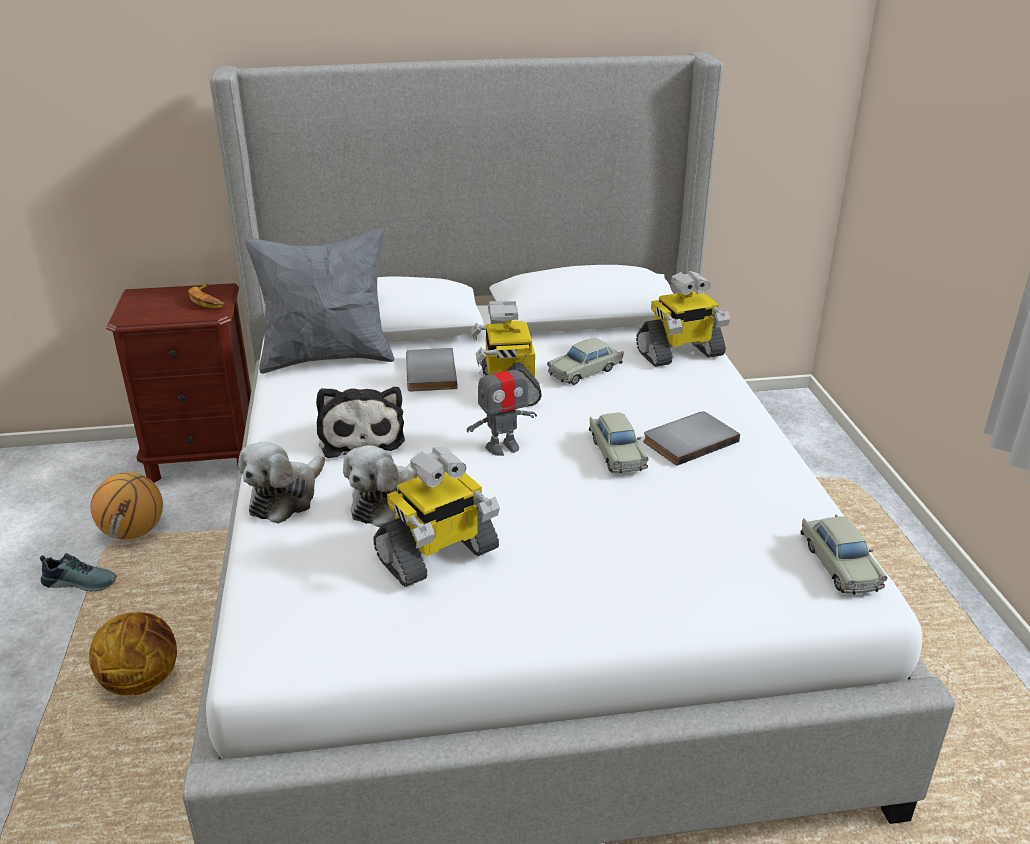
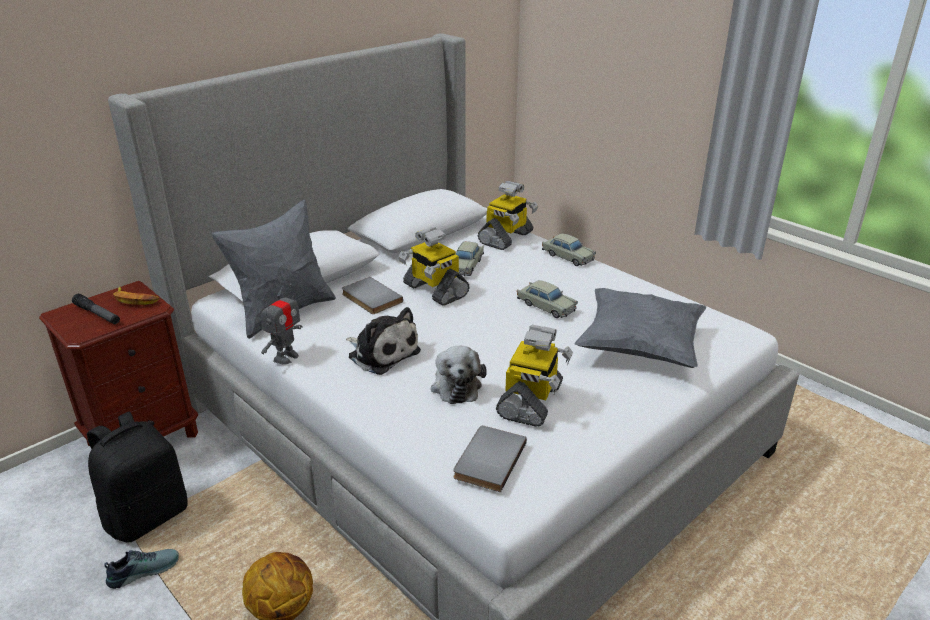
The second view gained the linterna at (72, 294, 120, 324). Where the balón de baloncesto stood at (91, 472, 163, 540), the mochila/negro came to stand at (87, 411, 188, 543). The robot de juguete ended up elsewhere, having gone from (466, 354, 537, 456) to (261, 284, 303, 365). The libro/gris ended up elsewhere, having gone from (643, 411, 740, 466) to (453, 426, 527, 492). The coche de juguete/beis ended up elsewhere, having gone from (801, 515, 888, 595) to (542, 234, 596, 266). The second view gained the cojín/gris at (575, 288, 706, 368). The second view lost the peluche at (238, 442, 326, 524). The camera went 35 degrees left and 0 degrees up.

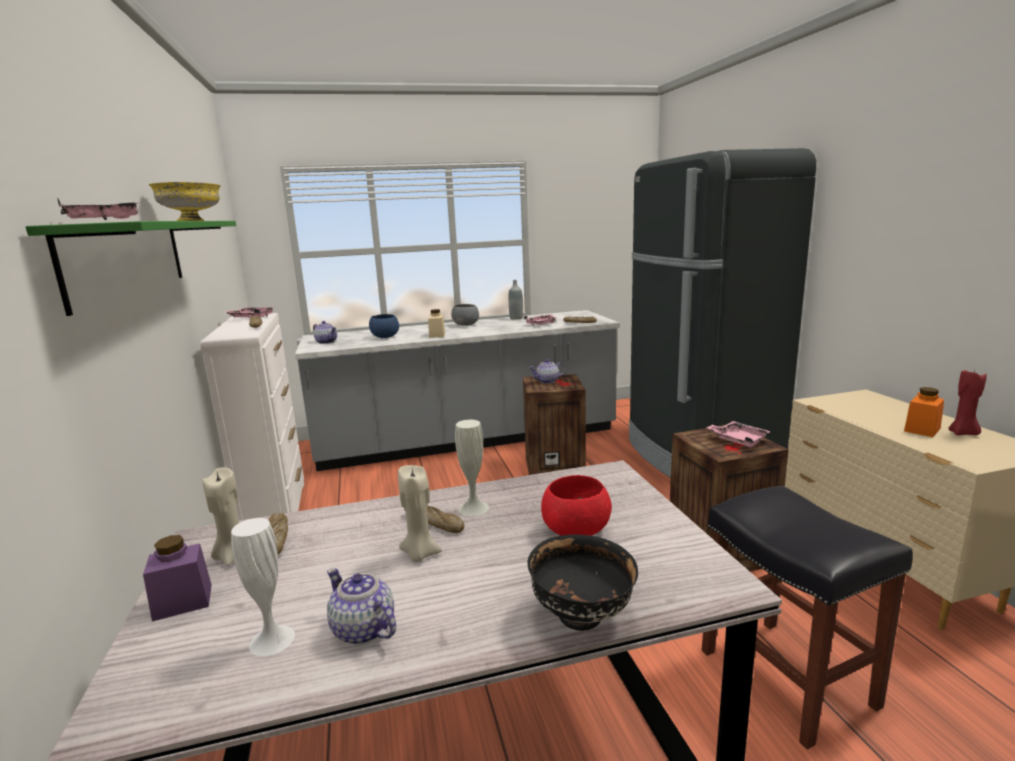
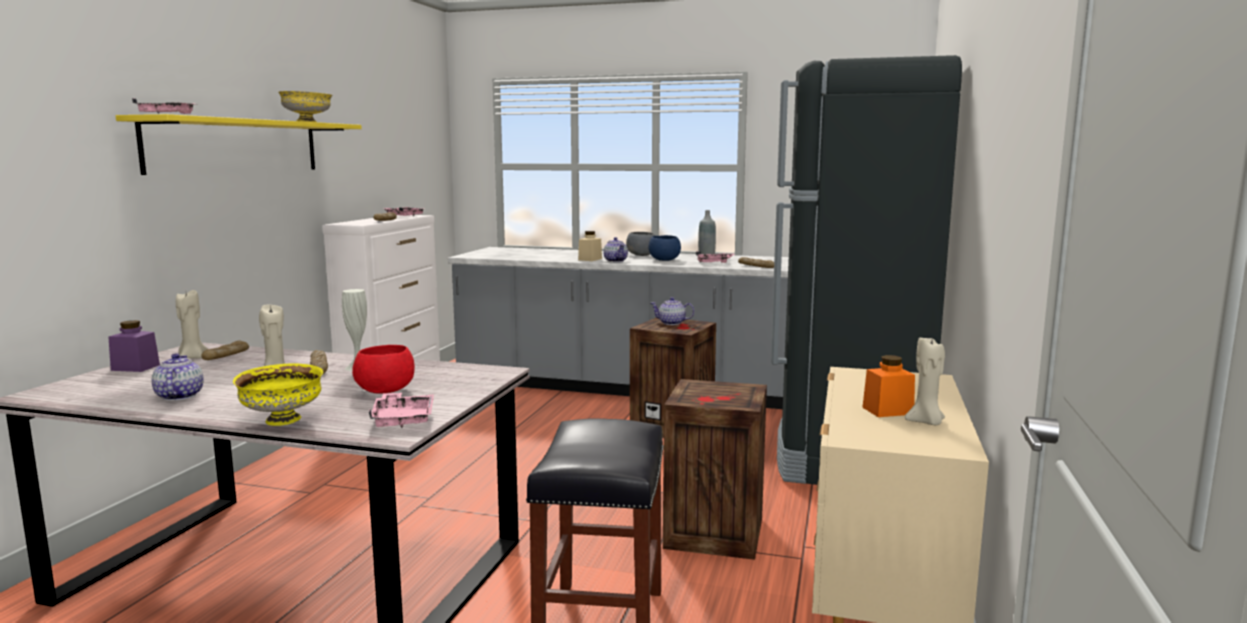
What was the estante/verde at (26, 221, 236, 316) turned into the estante/amarillo at (116, 114, 362, 175). What was the cuenco/negro at (528, 534, 638, 631) turned into the cuenco/amarillo at (233, 363, 323, 426). The bandeja/rosa ended up elsewhere, having gone from (707, 421, 771, 447) to (369, 393, 434, 428). The tetera ended up elsewhere, having gone from (313, 321, 337, 344) to (603, 237, 628, 262). The cuenco/azul ended up elsewhere, having gone from (369, 314, 399, 338) to (648, 235, 681, 261). What was the vela/rojo at (948, 370, 987, 435) turned into the vela/beis at (905, 335, 945, 425). The second view lost the florero/blanco at (231, 518, 295, 656). The camera went 30 degrees right and 5 degrees down.

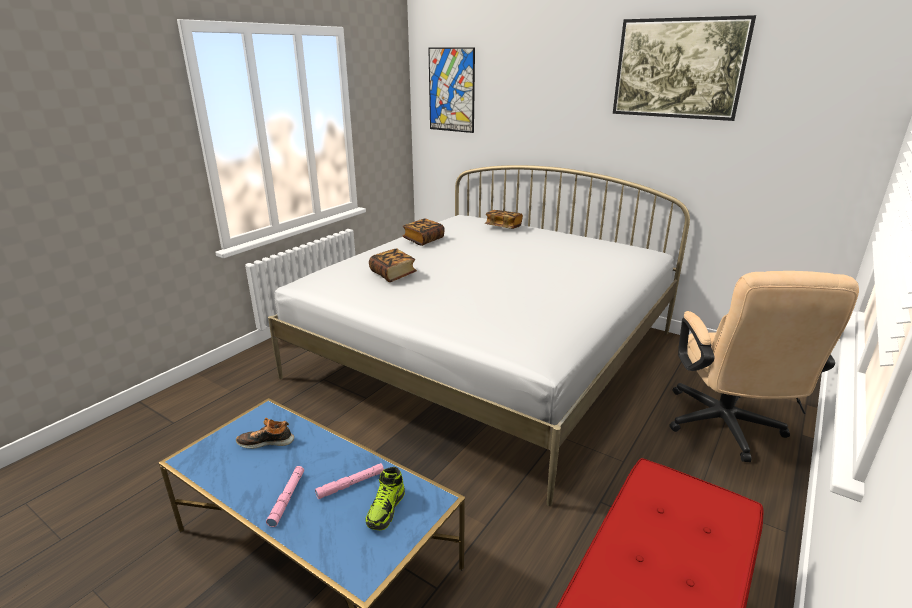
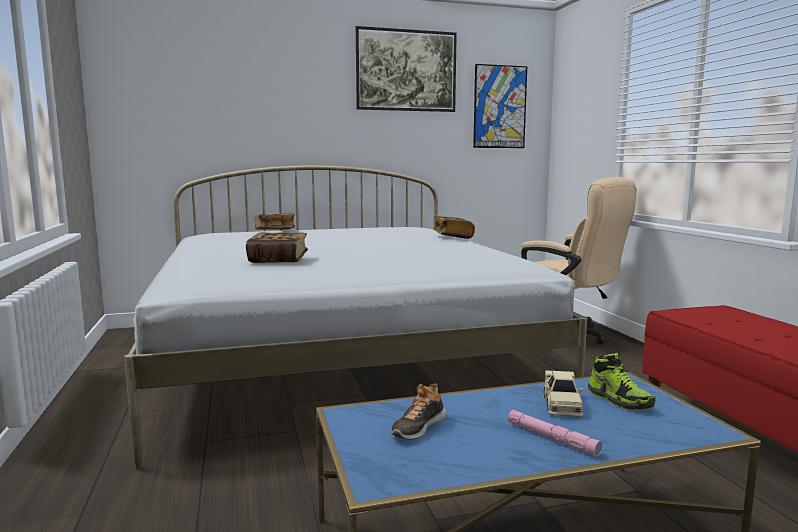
The libro ended up elsewhere, having gone from (403, 219, 444, 246) to (433, 216, 475, 239). The cuadro ended up elsewhere, having gone from (428, 47, 475, 133) to (473, 64, 527, 148). Where the linterna/rosa stood at (315, 463, 384, 499), the coche de juguete/beis came to stand at (543, 369, 583, 417). The camera went 50 degrees left and 15 degrees down.

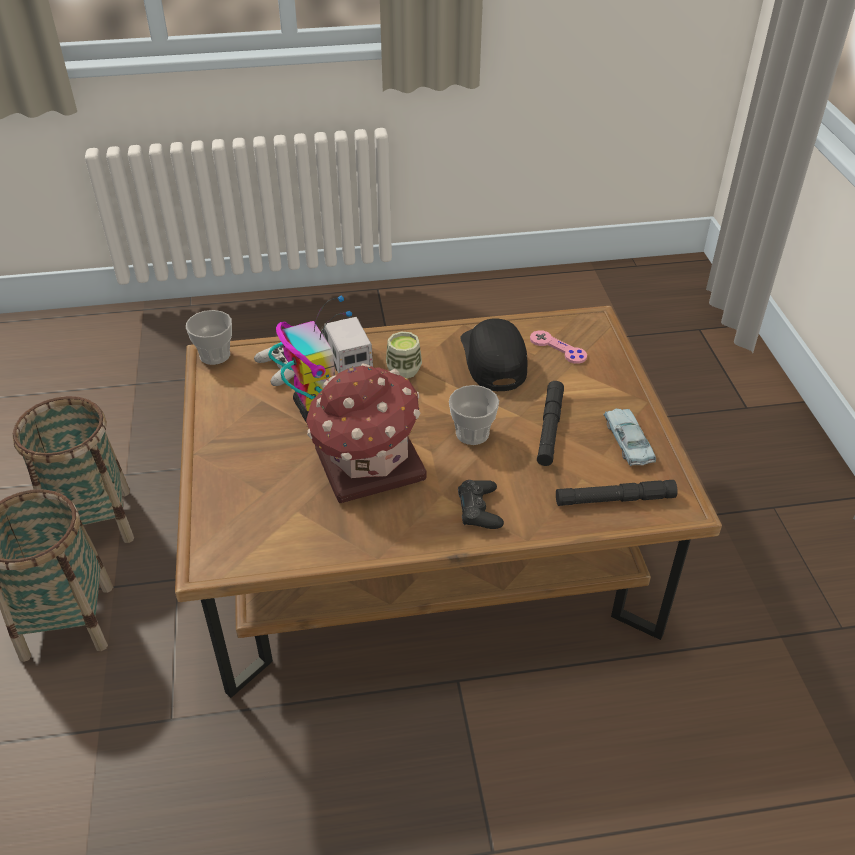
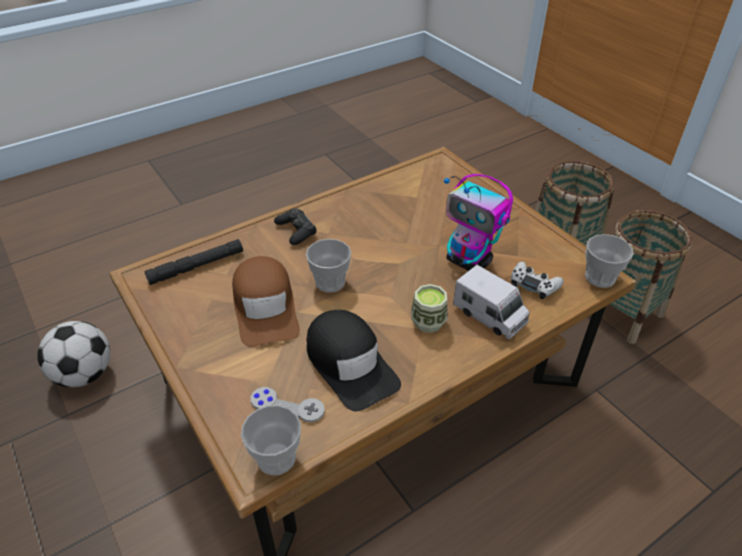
The second view gained the balón de fútbol at (37, 321, 110, 387). Where the linterna/negro stood at (537, 381, 564, 466), the gorra/marrón came to stand at (232, 256, 300, 347). The second view gained the taza at (241, 405, 301, 475). What was the mando de consola/rosa at (530, 330, 587, 364) turned into the mando de consola/gris at (251, 387, 325, 422). The second view lost the casita at (306, 363, 427, 503). The second view lost the coche de juguete/azul at (603, 409, 656, 466). The camera went 155 degrees right and 0 degrees up.

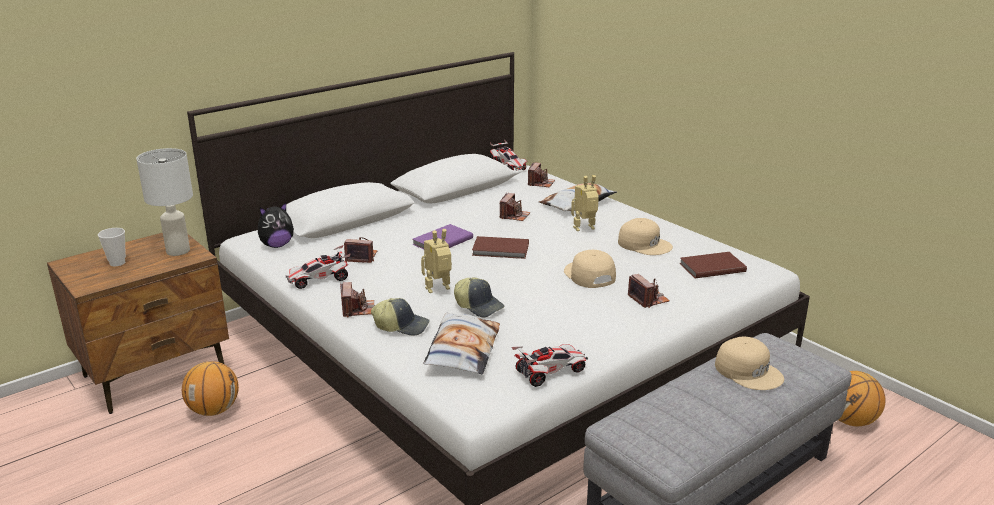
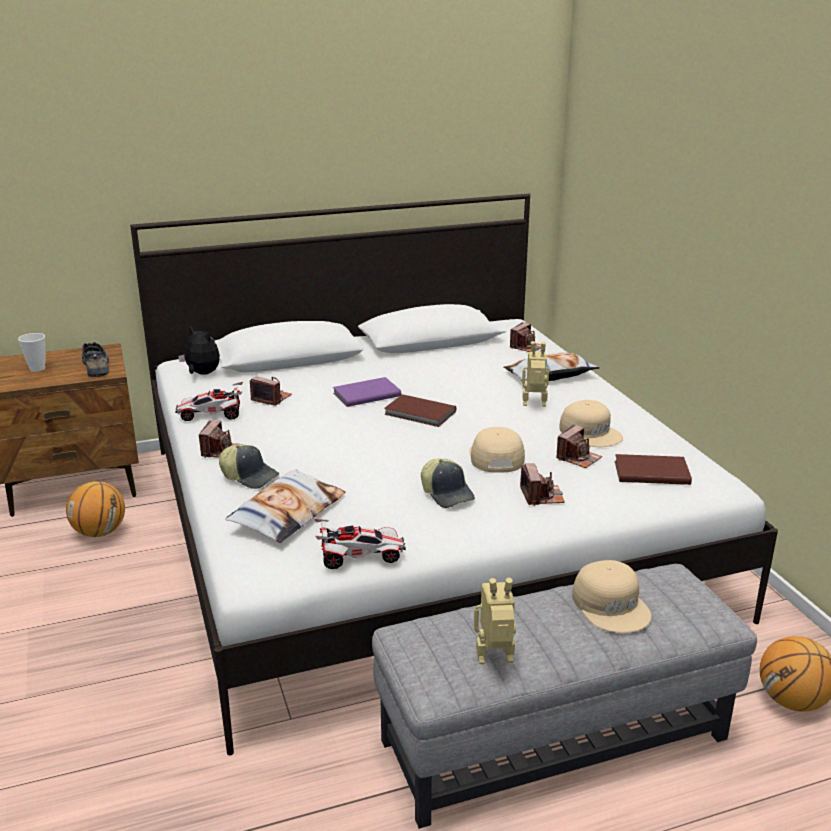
Where the lámpara de mesa/blanco stood at (136, 148, 193, 256), the zapato came to stand at (82, 341, 109, 377). The peluche at (258, 203, 294, 248) ended up facing another way, 135 degrees counterclockwise from before. The gorra ended up elsewhere, having gone from (454, 277, 505, 317) to (421, 458, 475, 508). The robot de juguete ended up elsewhere, having gone from (421, 229, 452, 293) to (474, 578, 516, 664). The cámara ended up elsewhere, having gone from (500, 193, 530, 221) to (556, 425, 602, 468). The second view lost the coche de juguete at (490, 140, 527, 170). The camera went 20 degrees right and 0 degrees up.

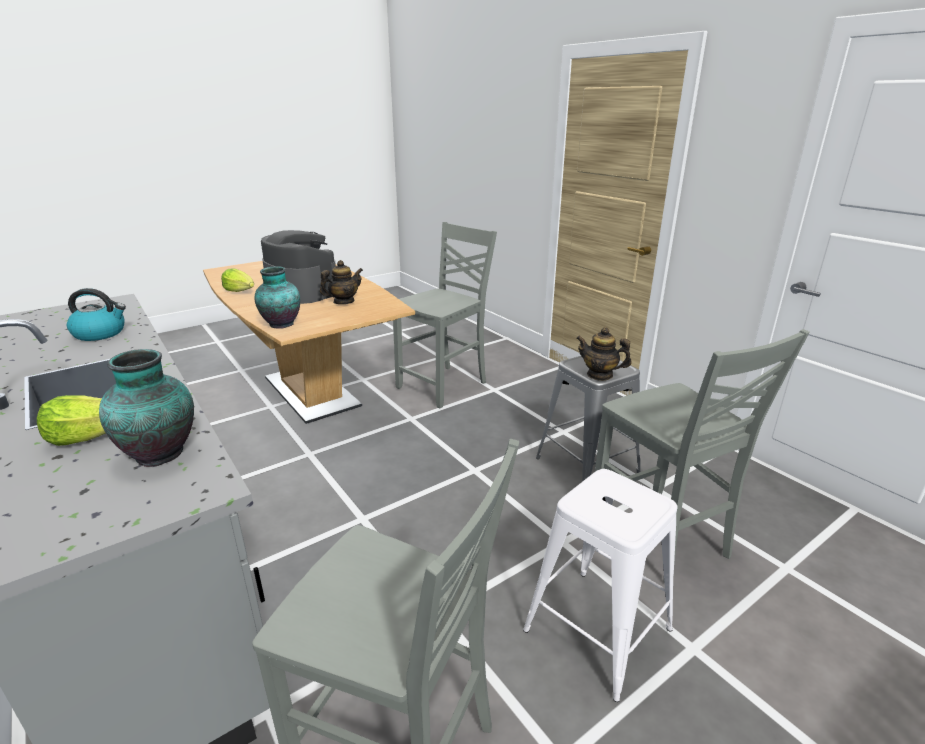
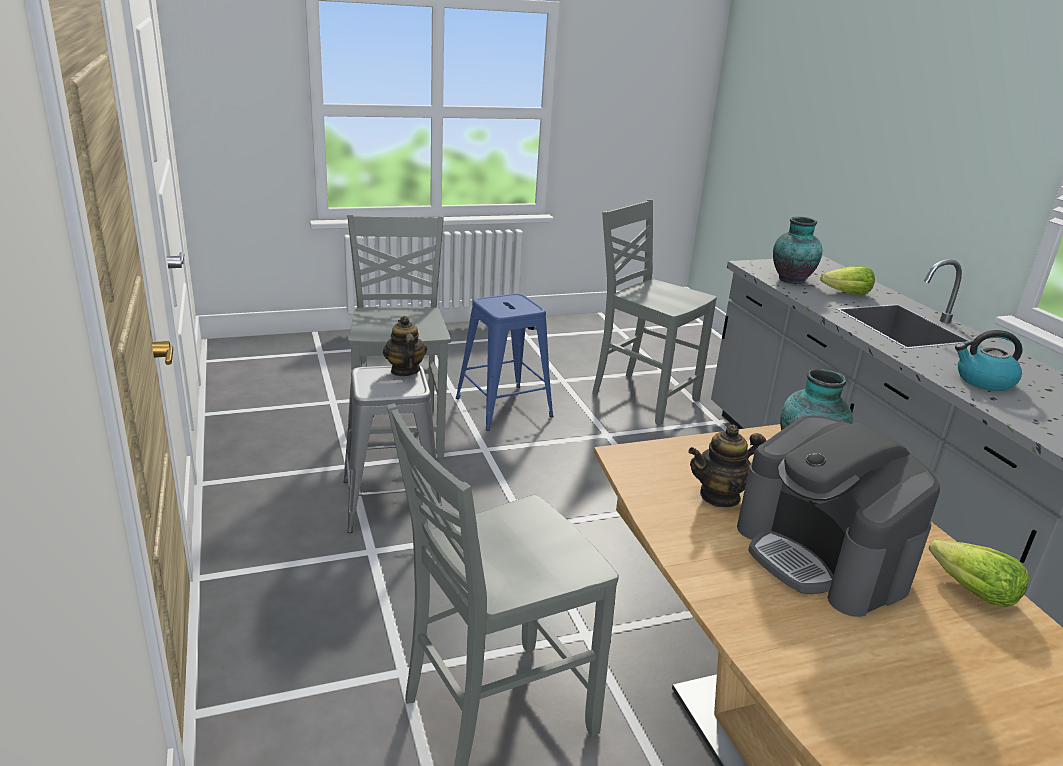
The tetera at (576, 327, 632, 381) ended up facing another way, 150 degrees counterclockwise from before. What was the taburete/blanco at (523, 469, 677, 702) turned into the taburete/azul at (456, 293, 553, 431). The camera went 165 degrees left and 0 degrees up.

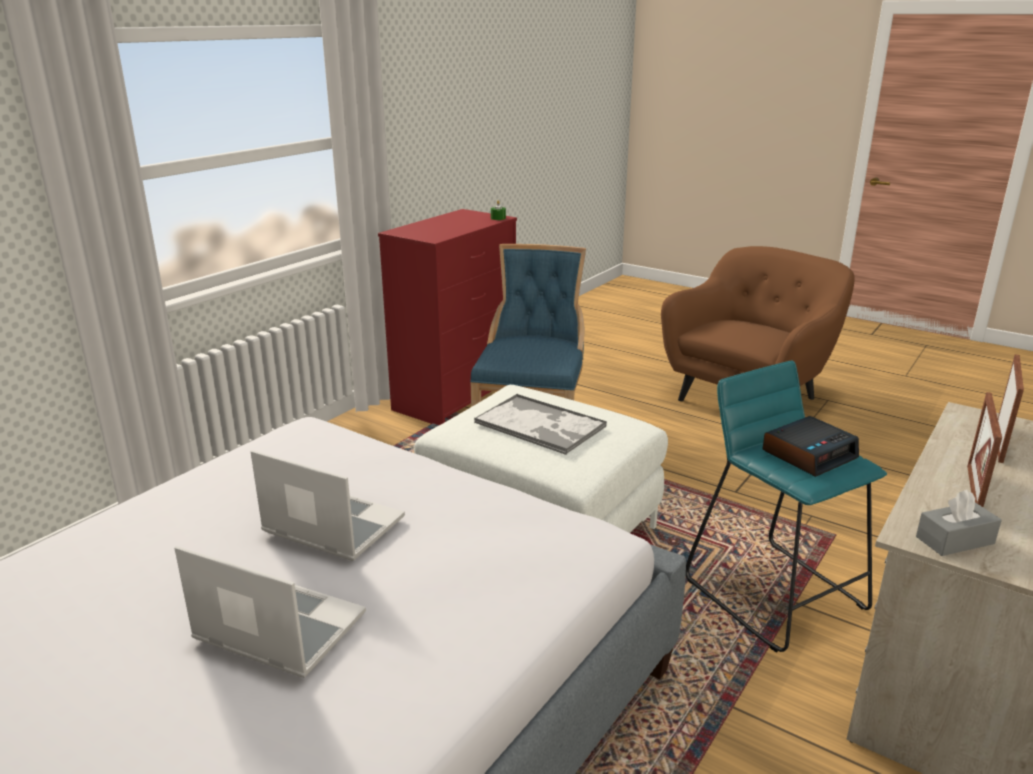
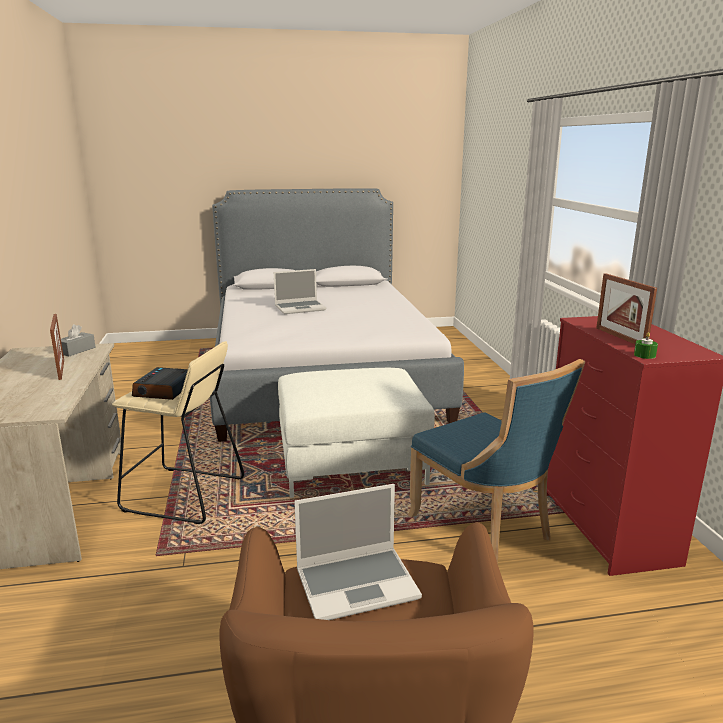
What was the taburete/turquesa at (686, 361, 887, 652) turned into the taburete/beis at (112, 341, 244, 524). The portátil ended up elsewhere, having gone from (251, 450, 405, 561) to (294, 484, 422, 620). The portarretratos ended up elsewhere, having gone from (998, 354, 1024, 463) to (596, 273, 657, 344). The second view lost the bandeja at (474, 394, 607, 455). The camera went 135 degrees right and 5 degrees down.

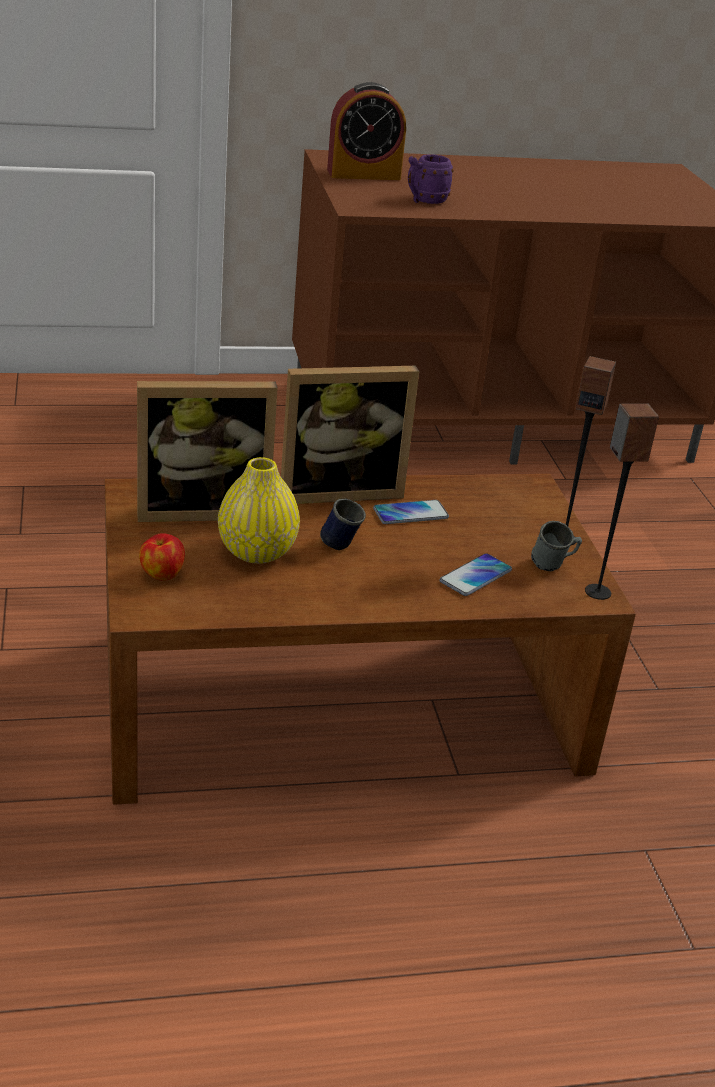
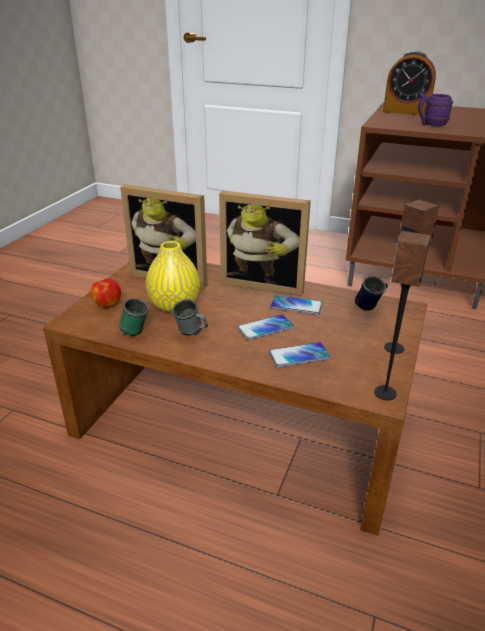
The second view gained the taza grande/verde at (119, 298, 149, 336). The taza grande/gris ended up elsewhere, having gone from (531, 521, 582, 571) to (172, 299, 208, 336). The second view gained the móvil at (237, 315, 294, 340). The taza grande/azul ended up elsewhere, having gone from (320, 498, 366, 550) to (355, 276, 388, 311). The camera went 35 degrees right and 0 degrees up.

